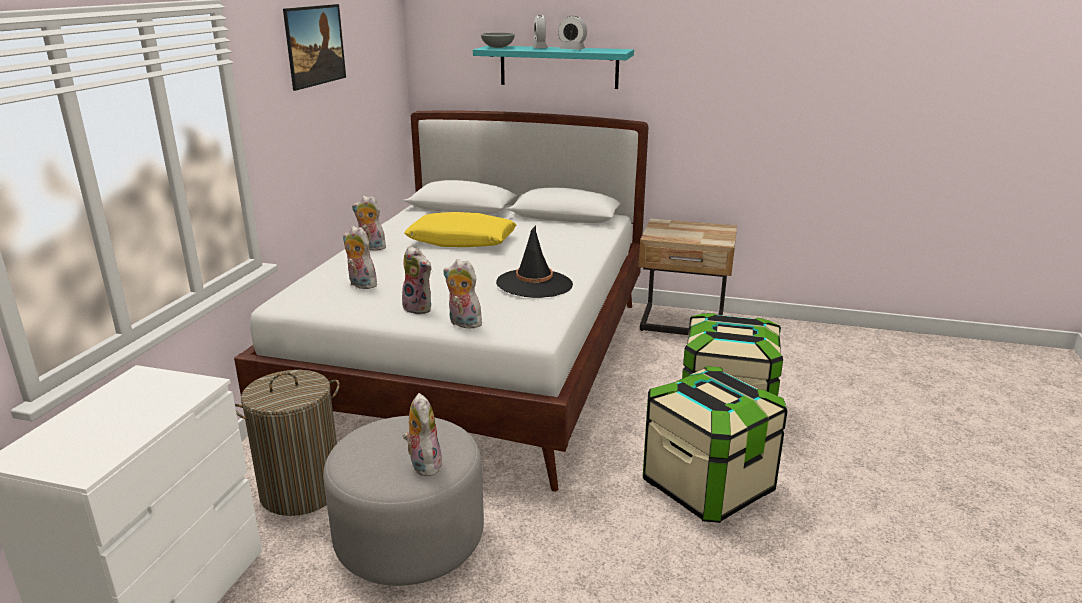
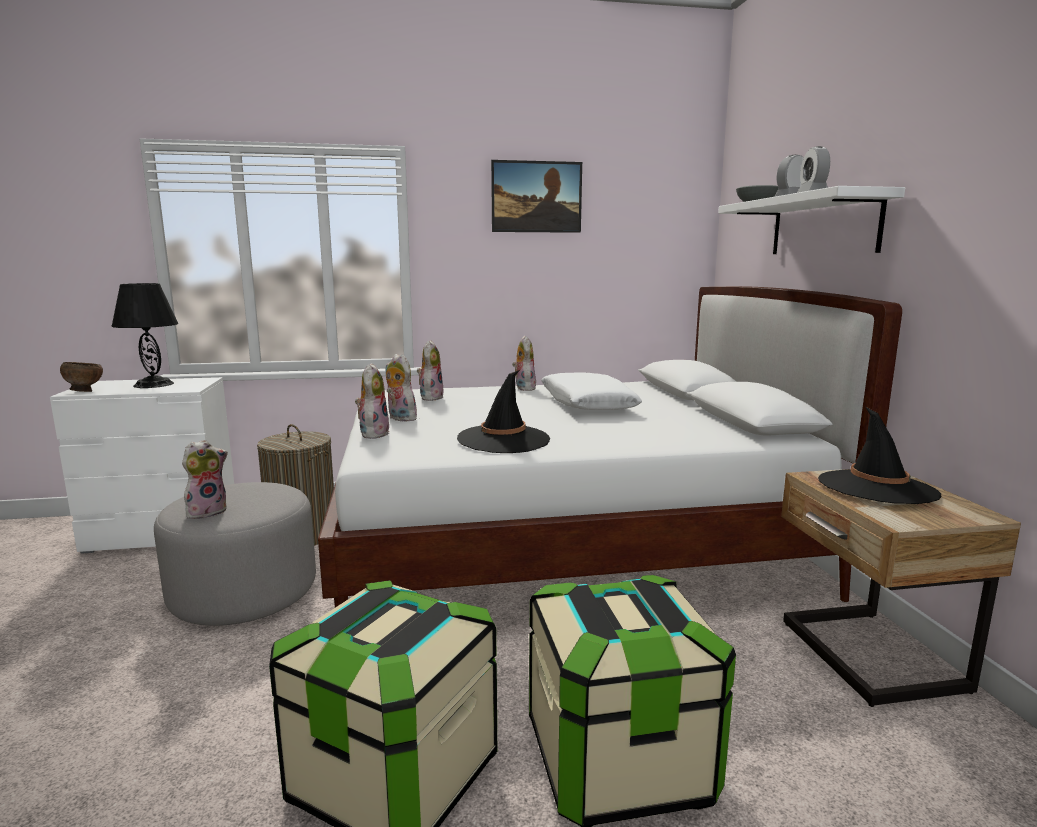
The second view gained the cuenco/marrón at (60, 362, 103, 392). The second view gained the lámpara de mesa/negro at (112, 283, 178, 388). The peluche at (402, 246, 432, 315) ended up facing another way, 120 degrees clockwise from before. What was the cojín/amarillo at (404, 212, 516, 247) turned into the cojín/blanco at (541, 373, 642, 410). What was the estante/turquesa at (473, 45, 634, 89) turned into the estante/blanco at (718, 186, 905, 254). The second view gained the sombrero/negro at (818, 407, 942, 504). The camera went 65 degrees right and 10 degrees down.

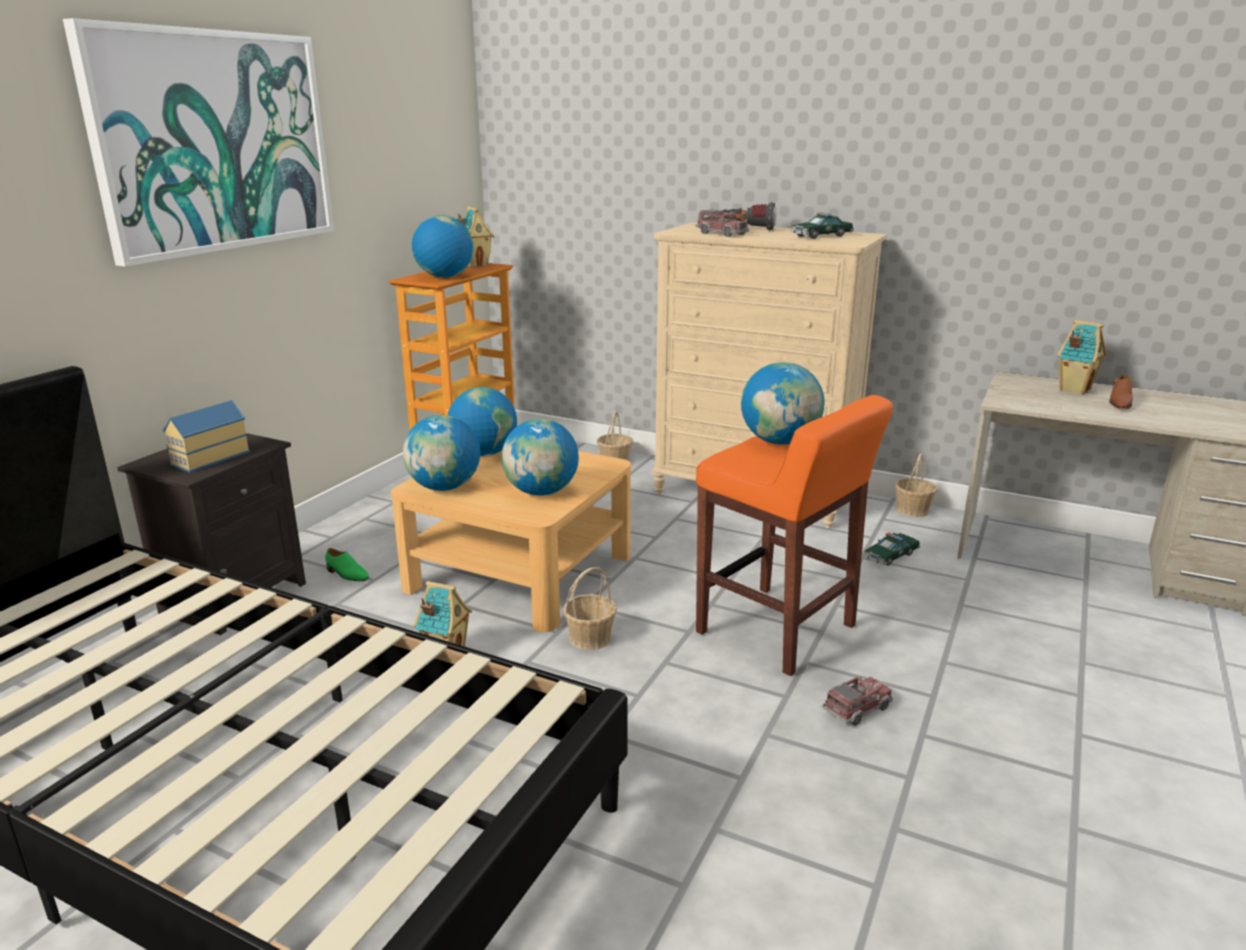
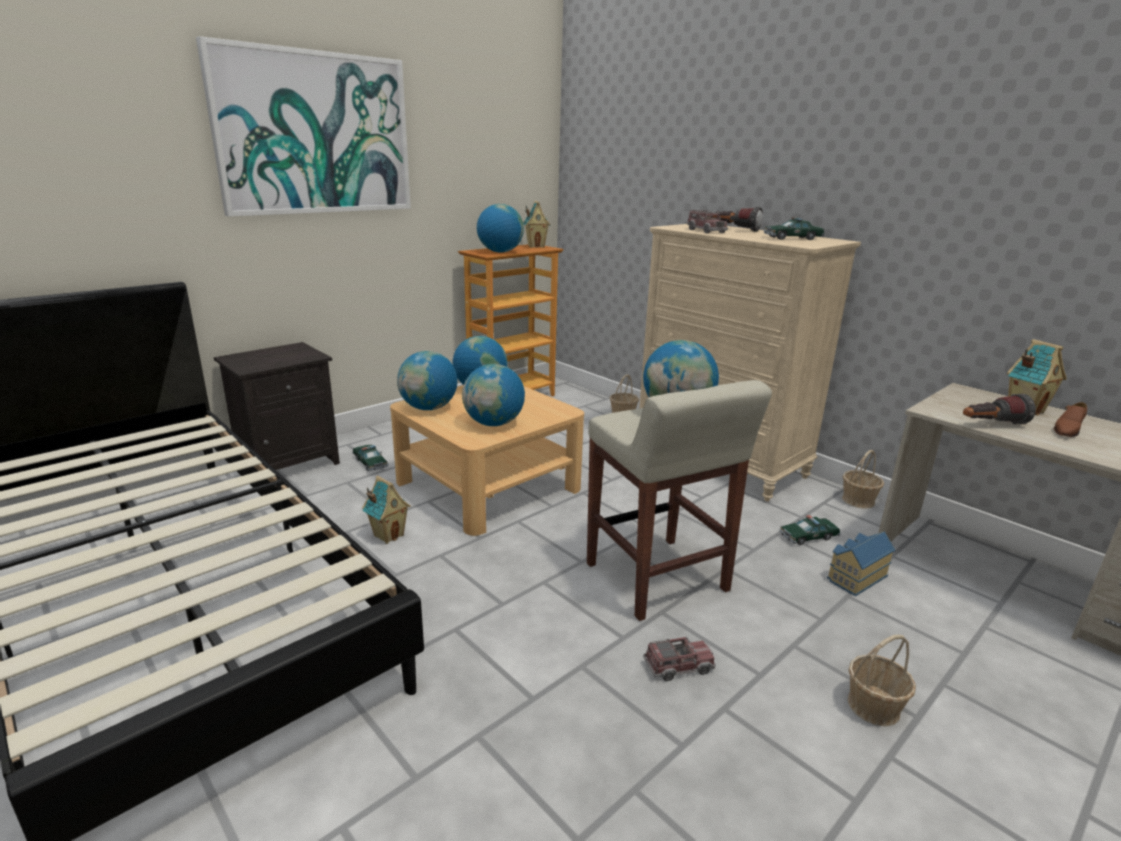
Where the zapato/verde stood at (325, 548, 369, 581), the coche de juguete came to stand at (352, 445, 389, 471). What was the taburete/naranja at (696, 395, 893, 676) turned into the taburete/beis at (587, 380, 772, 621). The casita ended up elsewhere, having gone from (163, 400, 250, 473) to (827, 531, 895, 596). The cesta ended up elsewhere, having gone from (563, 567, 617, 650) to (847, 634, 916, 727). The second view gained the linterna at (963, 393, 1036, 424). The camera went 20 degrees right and 0 degrees up.

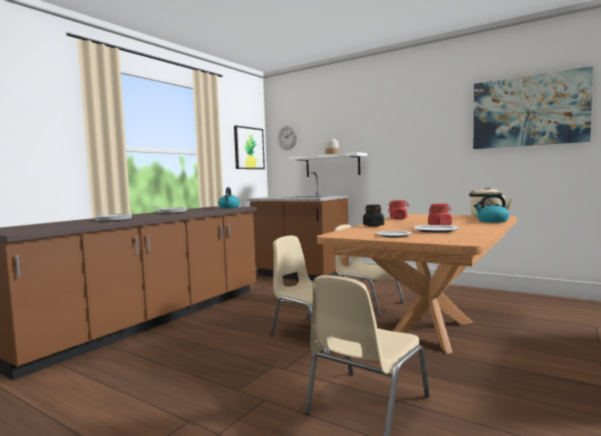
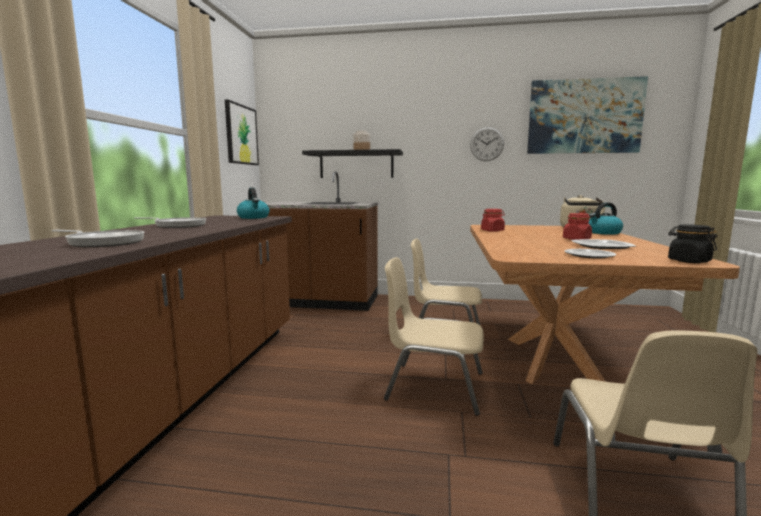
What was the estante/blanco at (289, 152, 367, 177) turned into the estante/negro at (302, 149, 403, 178). The reloj de pared ended up elsewhere, having gone from (278, 126, 297, 150) to (470, 127, 504, 161). The tarro/negro ended up elsewhere, having gone from (363, 205, 384, 227) to (668, 224, 717, 263). The camera went 25 degrees left and 5 degrees up.

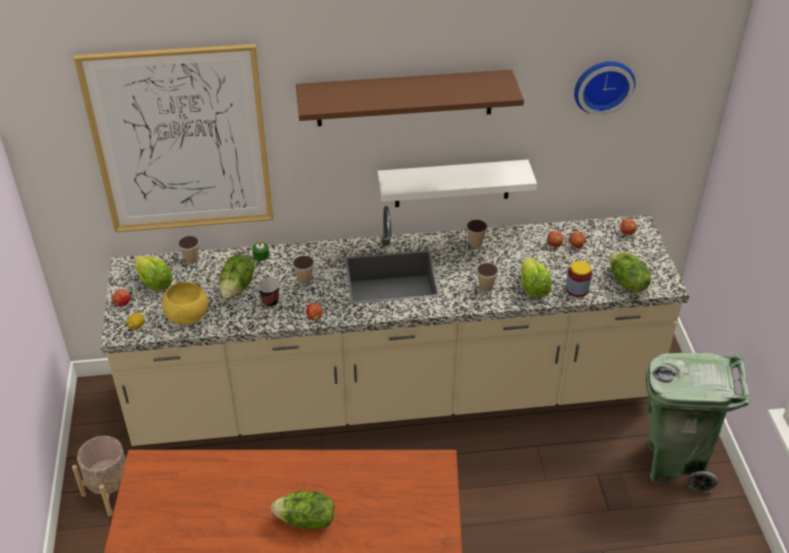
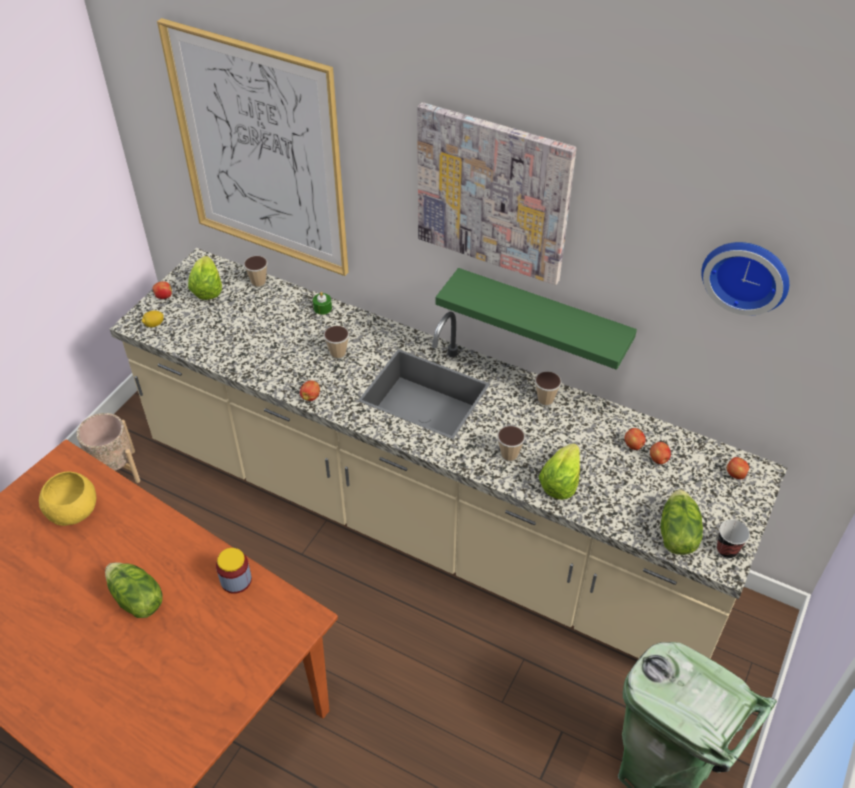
The cuenco/amarillo ended up elsewhere, having gone from (162, 282, 208, 325) to (39, 472, 96, 526). The tarro ended up elsewhere, having gone from (566, 261, 592, 297) to (216, 548, 252, 594). Where the estante/marrón hung at (296, 70, 524, 126), the cuadro came to hang at (417, 102, 576, 285). What was the estante/blanco at (377, 160, 537, 207) turned into the estante/verde at (436, 268, 637, 370). The taza ended up elsewhere, having gone from (257, 277, 280, 308) to (717, 519, 750, 559). The second view lost the lechuga at (219, 254, 255, 299). The camera went 35 degrees right and 5 degrees up.

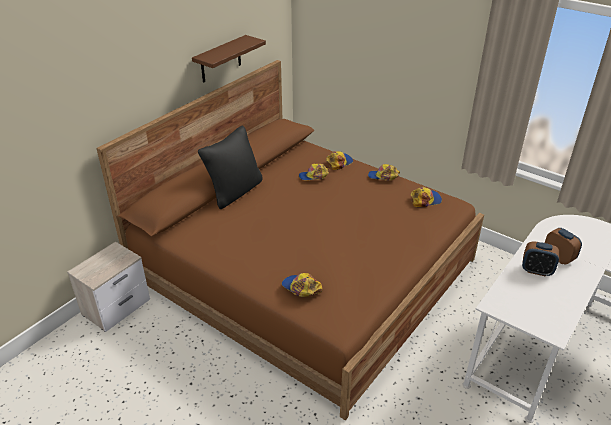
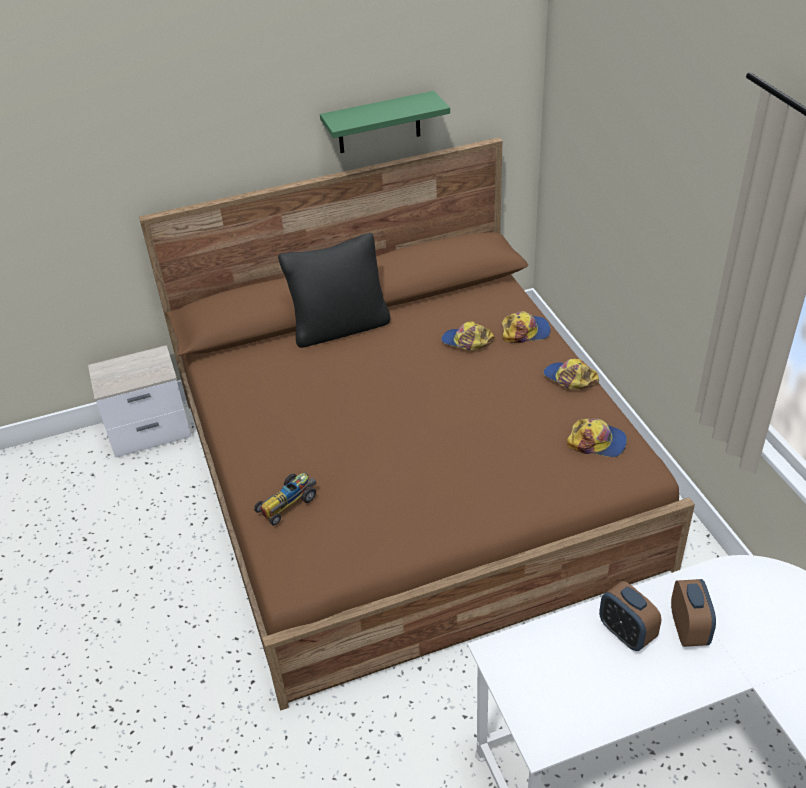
Where the gorra stood at (282, 273, 323, 297), the coche de juguete came to stand at (254, 472, 316, 526). What was the estante/marrón at (192, 35, 266, 82) turned into the estante/verde at (320, 91, 450, 153). The camera went 35 degrees right and 5 degrees up.

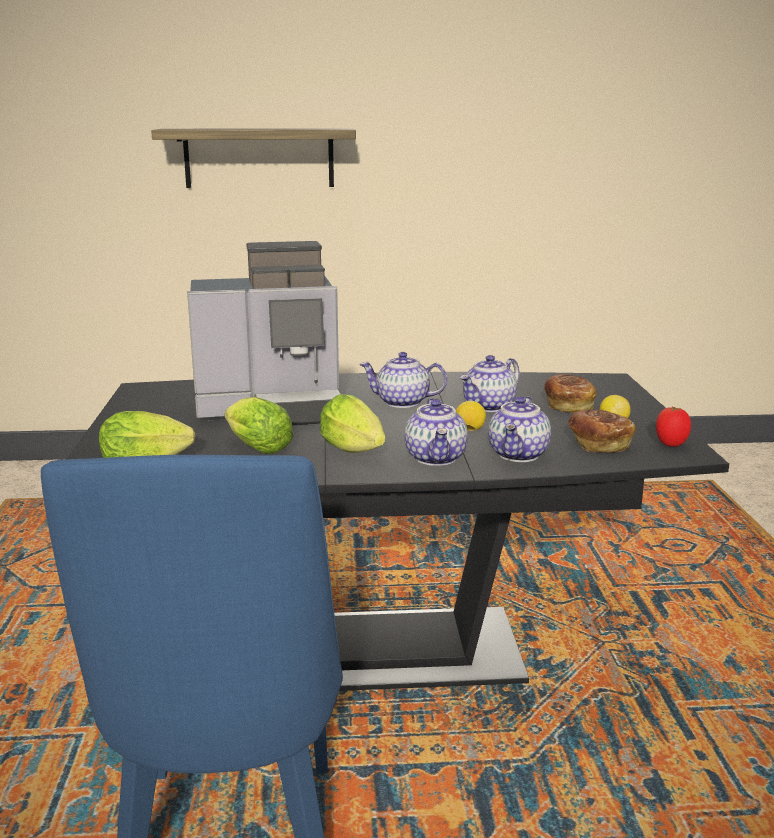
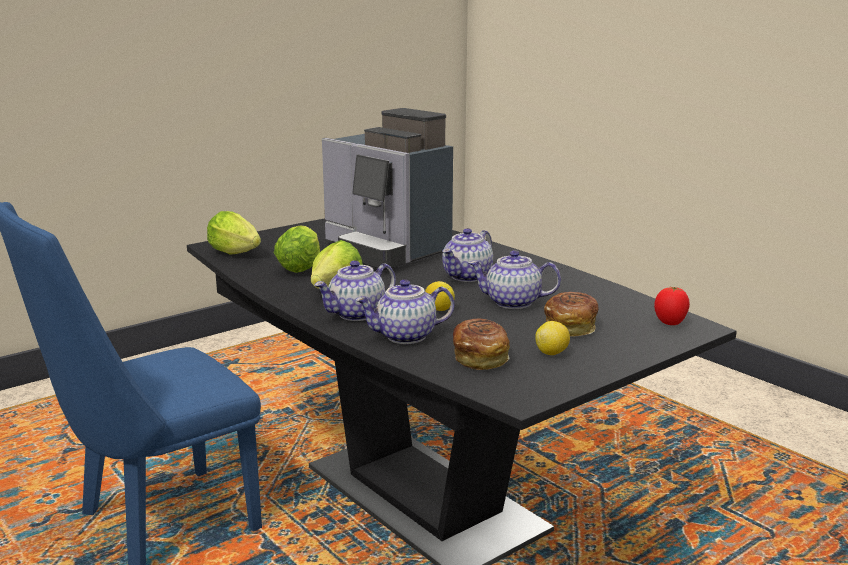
The tetera at (360, 352, 447, 408) ended up facing another way, 120 degrees counterclockwise from before. The tomate ended up elsewhere, having gone from (656, 407, 691, 447) to (654, 286, 690, 325). The second view lost the estante at (151, 128, 356, 188). The camera went 55 degrees right and 0 degrees up.

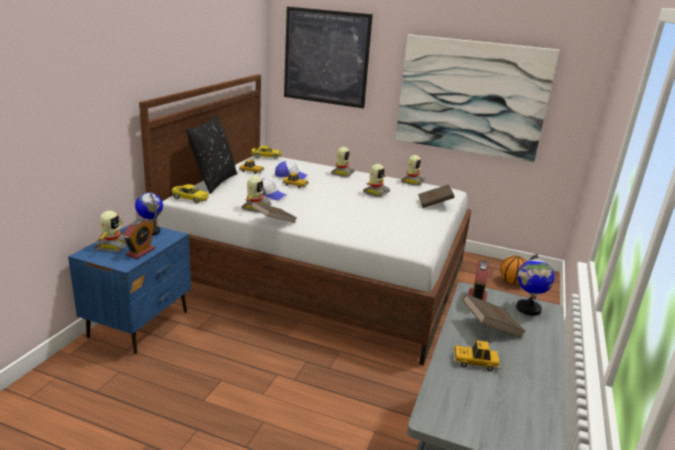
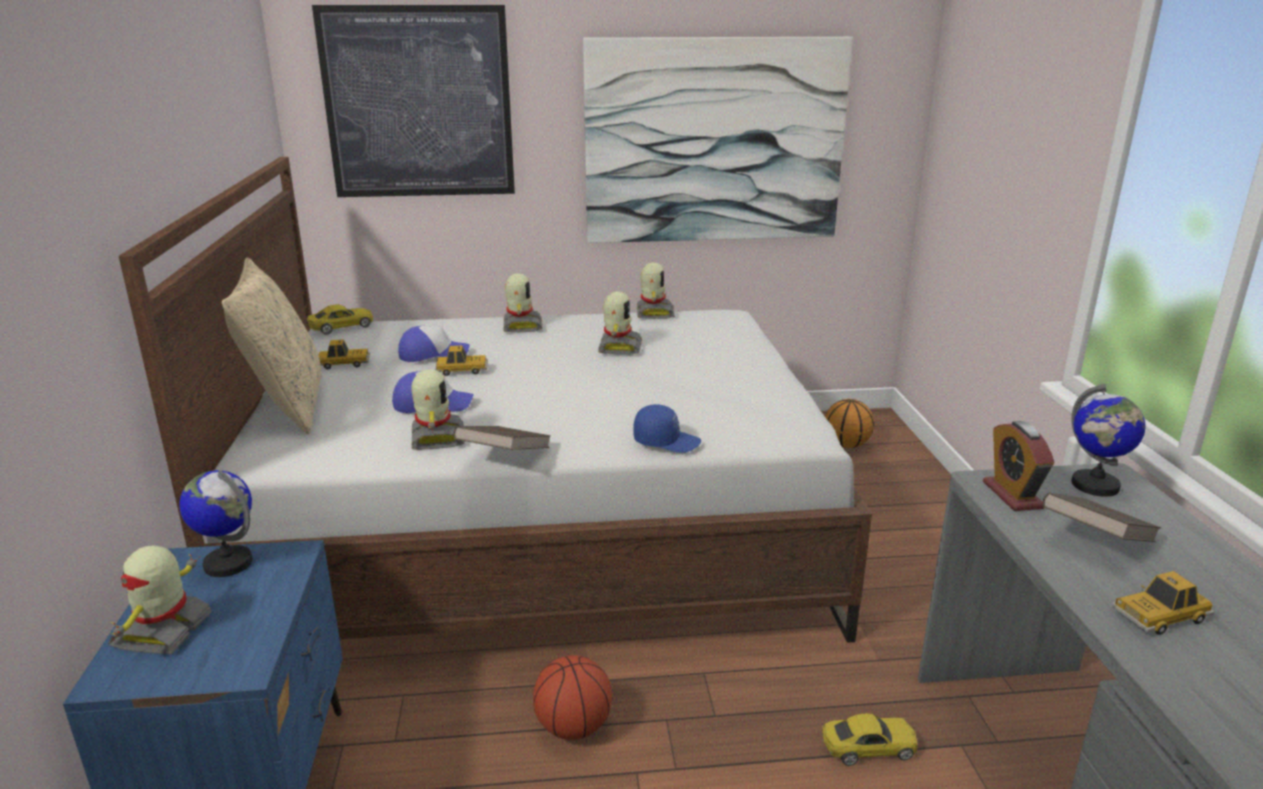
The robot de juguete at (95, 211, 127, 252) ended up facing another way, 150 degrees counterclockwise from before. What was the cojín/negro at (185, 115, 237, 194) turned into the cojín/beis at (222, 257, 322, 434). The second view gained the balón de baloncesto at (533, 655, 612, 740). The second view gained the gorra/azul at (633, 404, 701, 453). The coche de juguete/amarillo ended up elsewhere, having gone from (171, 184, 209, 203) to (822, 713, 918, 766). The second view lost the despertador at (123, 219, 155, 259). The second view lost the libro/marrón at (418, 184, 455, 208). The camera went 25 degrees left and 0 degrees up.

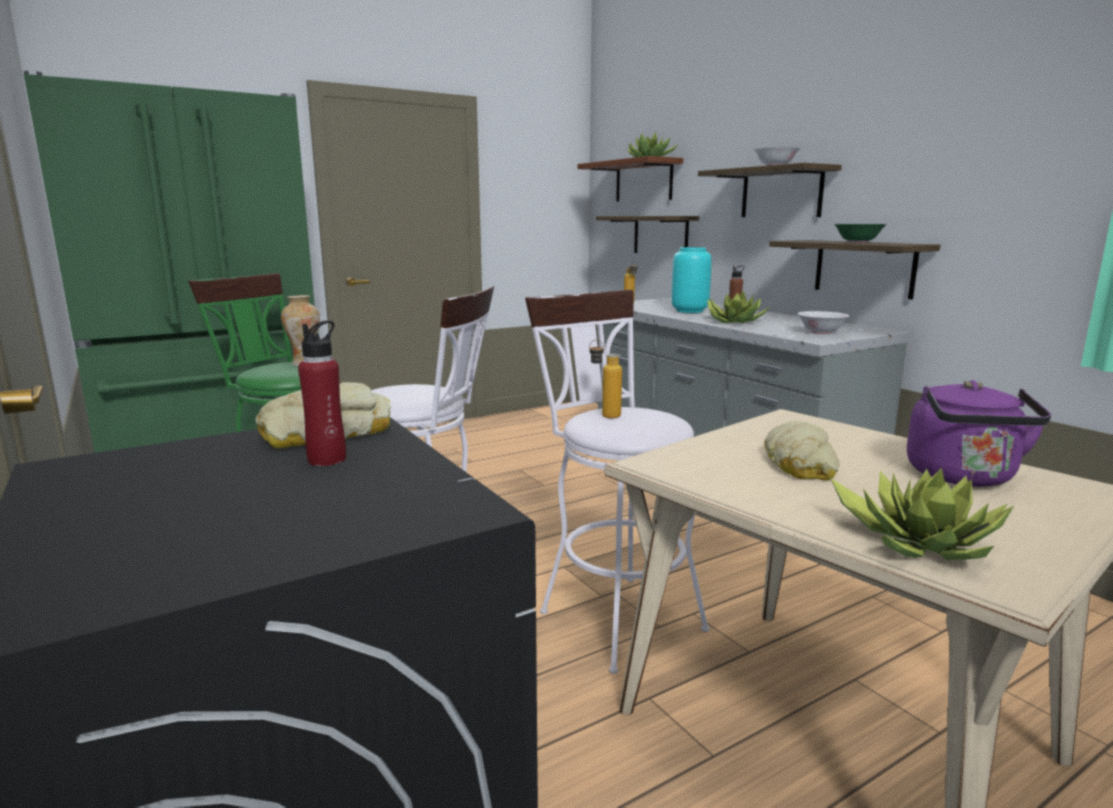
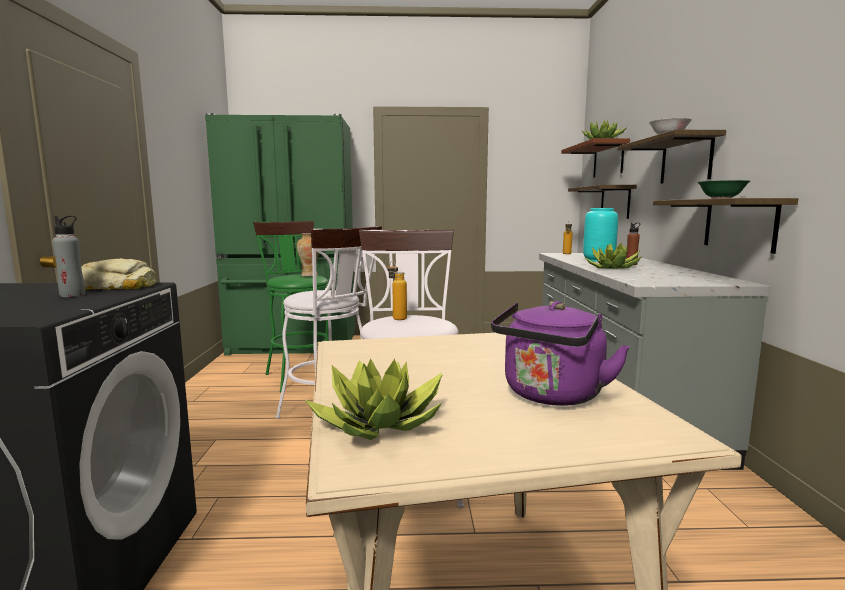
What was the botella/rojo at (298, 321, 346, 466) turned into the botella/gris at (52, 215, 85, 297). The second view lost the pan at (765, 421, 840, 480). The second view lost the cuenco/blanco at (797, 311, 850, 334). The camera went 30 degrees right and 5 degrees down.

